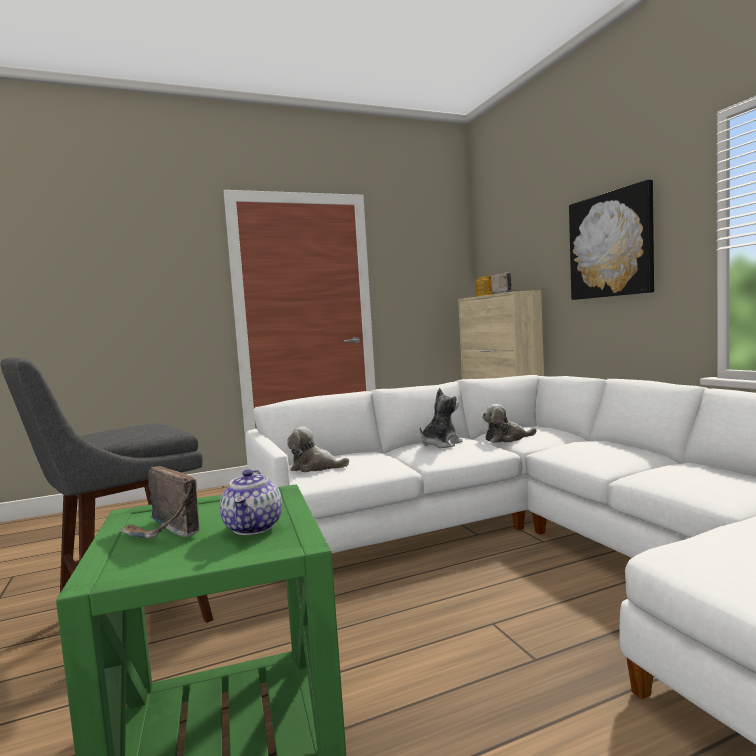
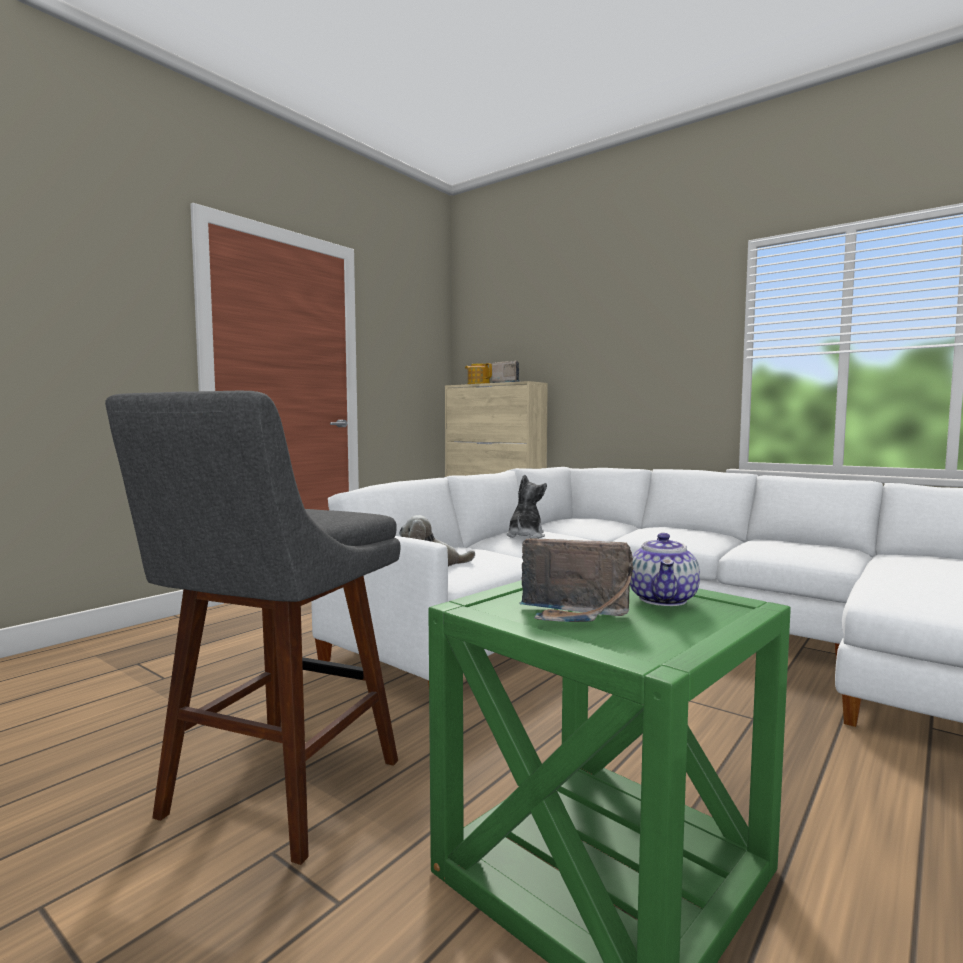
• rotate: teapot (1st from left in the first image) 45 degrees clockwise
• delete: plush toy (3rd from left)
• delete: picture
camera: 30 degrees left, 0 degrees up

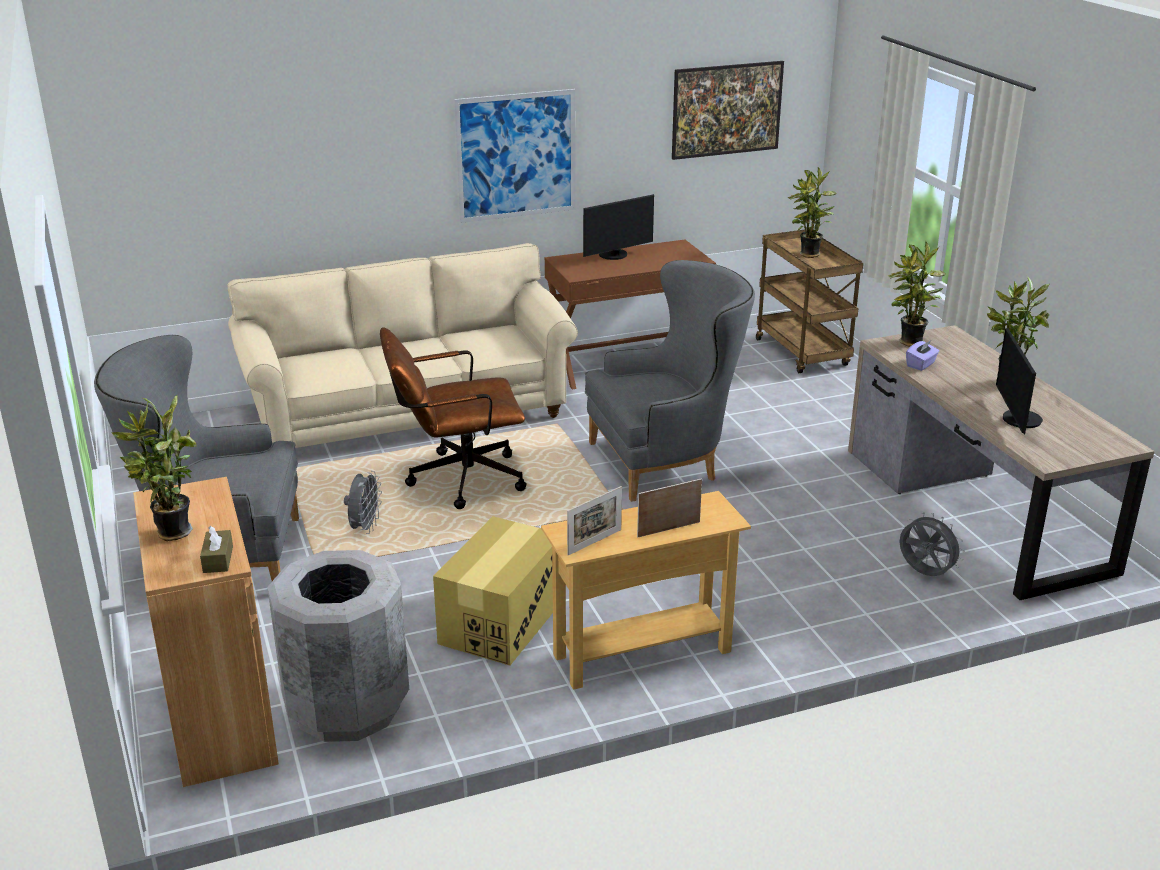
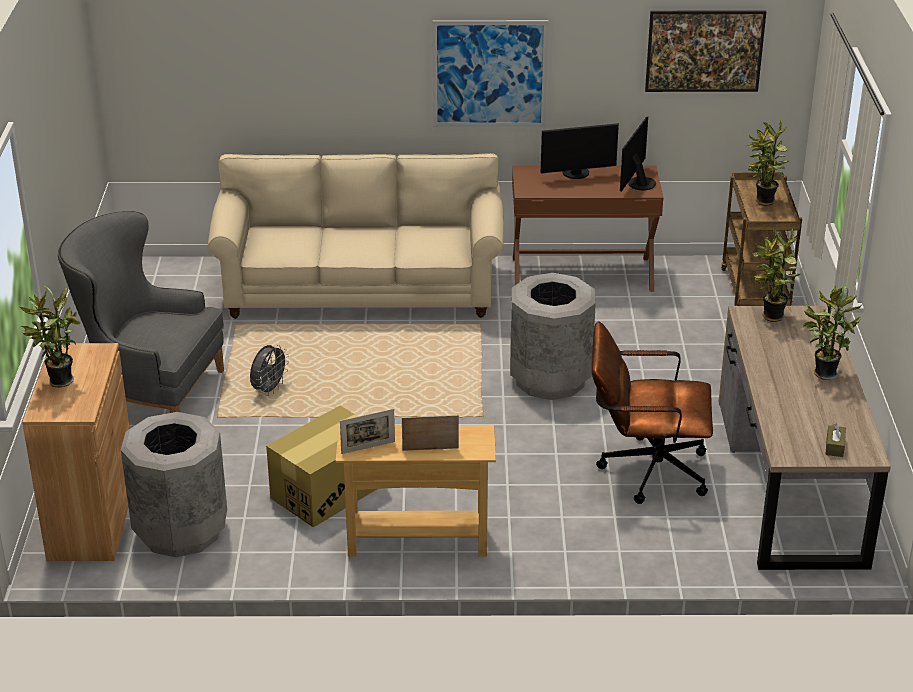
• move: brown tissue box
• move: brown office chair
• replace: grey armchair (2nd from left) to grey trash can (2nd from left)
• delete: grey fan (2nd from left)
• delete: purple tissue box
• move: monitor (2nd from left)
camera: 20 degrees right, 5 degrees up

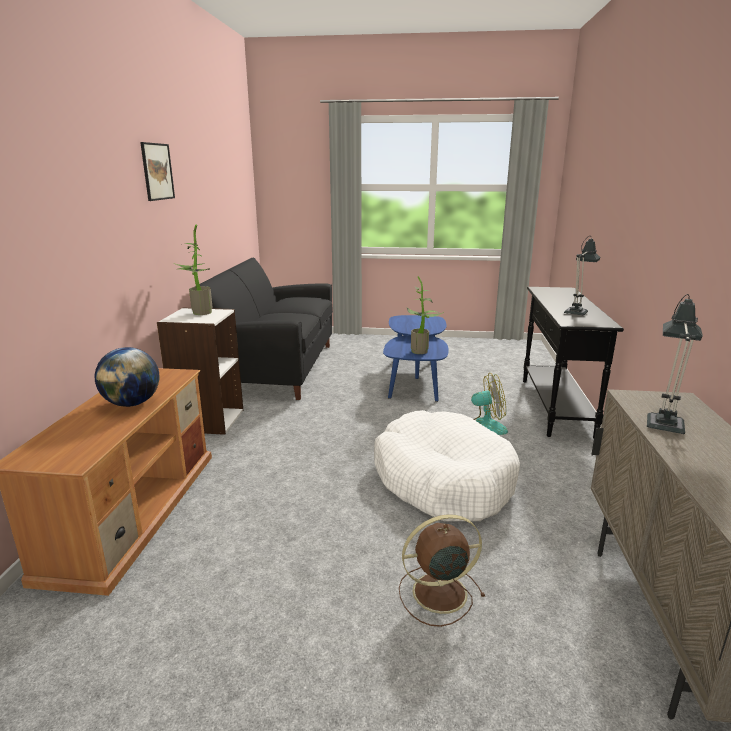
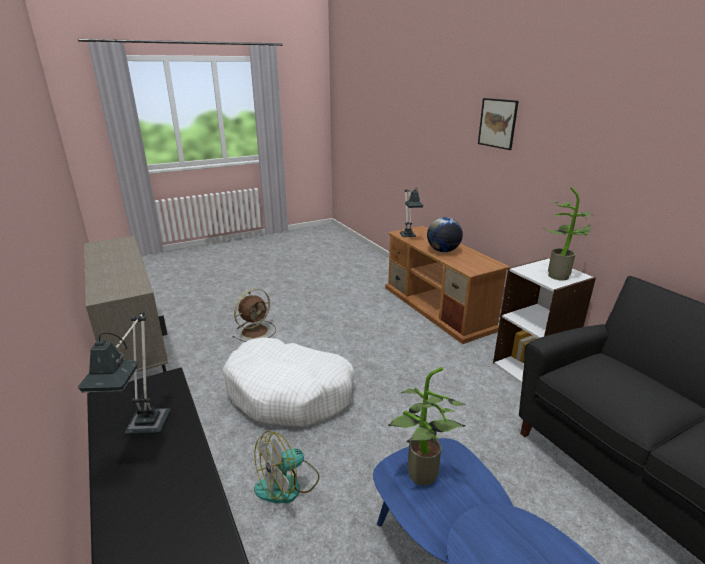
• move: picture
• move: table lamp (2nd from left)
camera: 145 degrees right, 5 degrees up

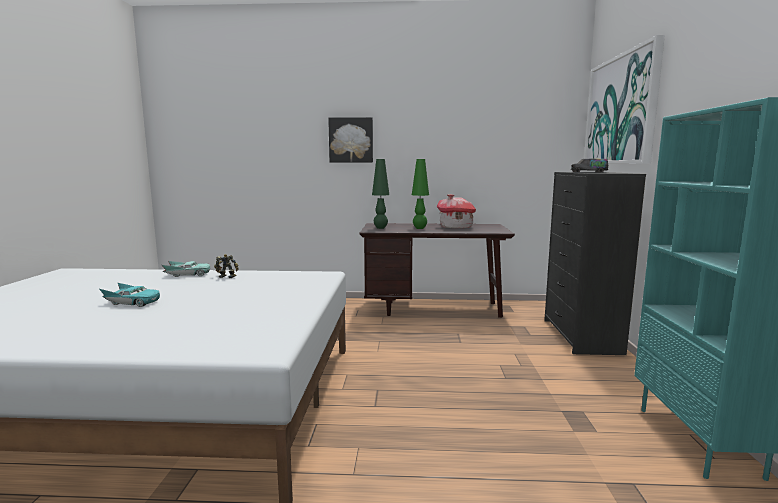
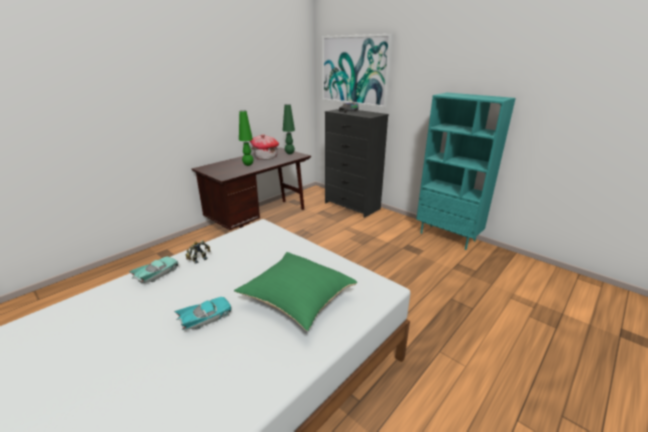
• delete: picture (1st from left)
• move: green table lamp (1st from left in the first image) to green table lamp (2nd from left)
• insert: green pillow
camera: 50 degrees left, 15 degrees up

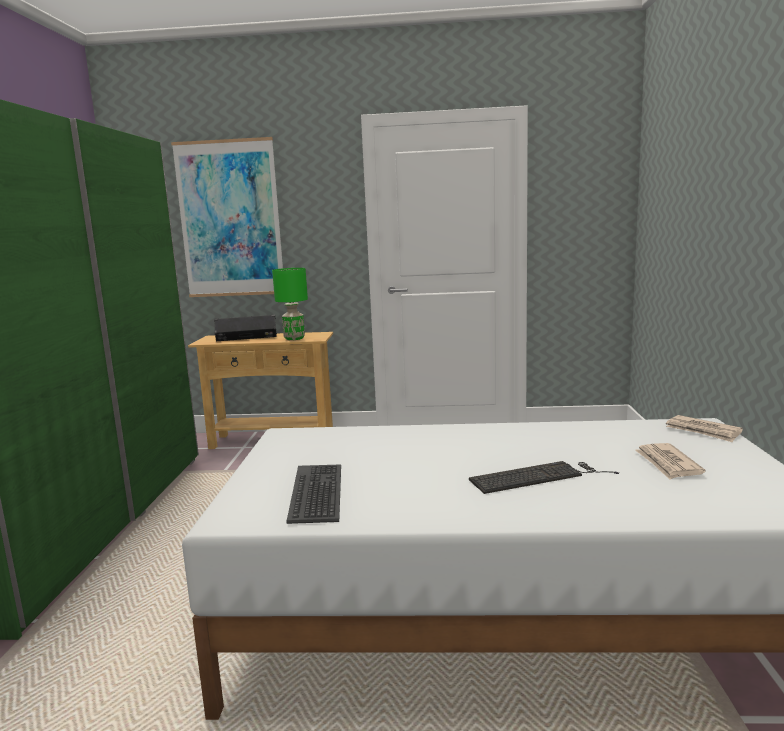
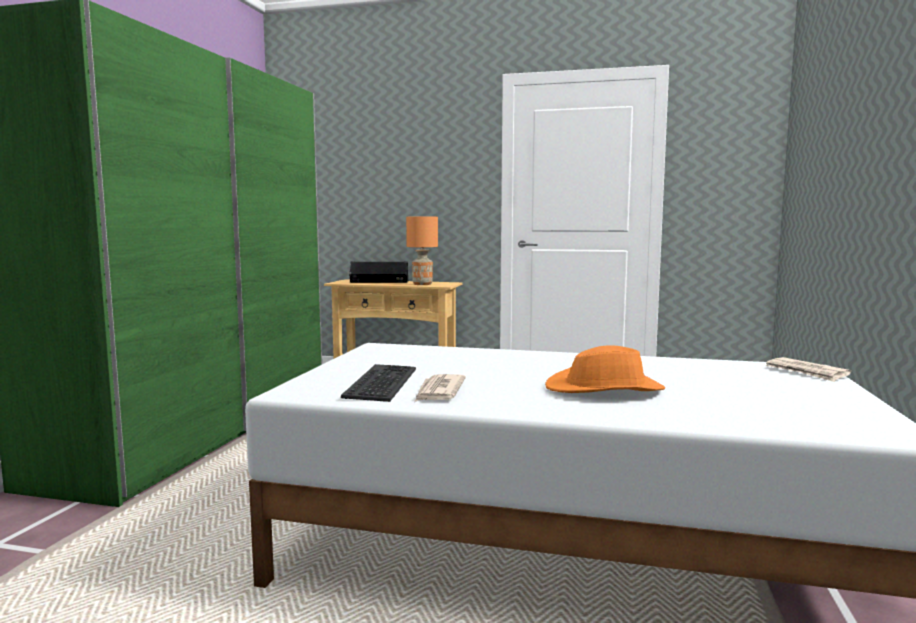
• delete: picture
• recolor: green table lamp to orange table lamp
• replace: keyboard (2nd from left) to orange hat
• move: newspaper (1st from left)
camera: 10 degrees right, 5 degrees down

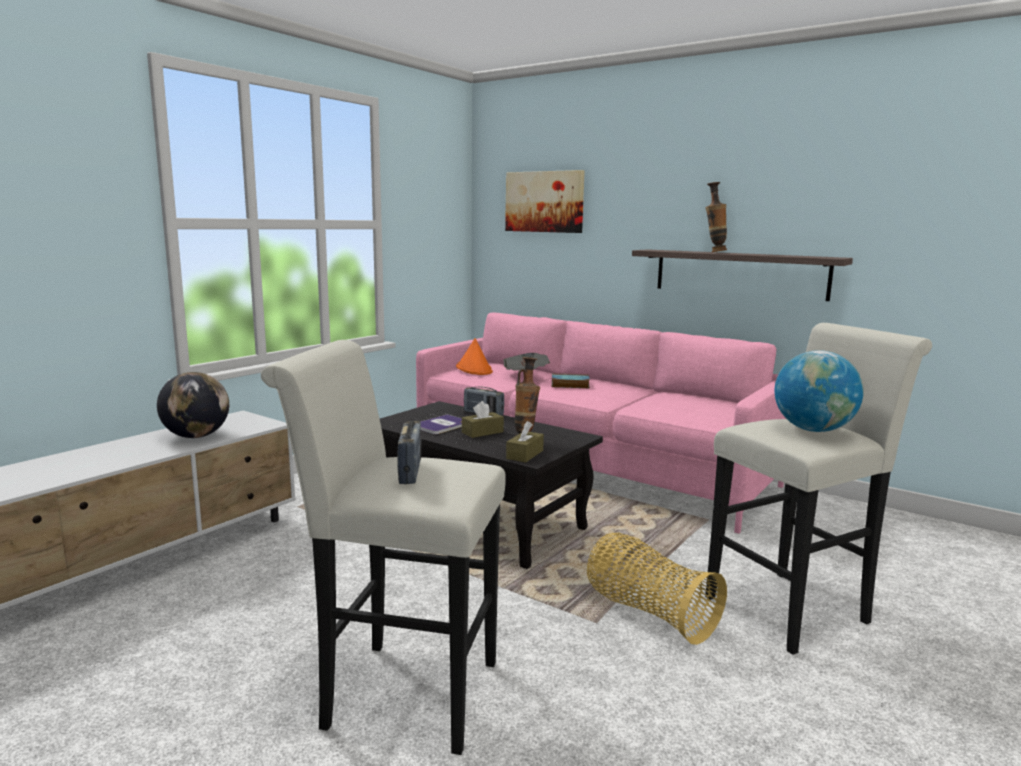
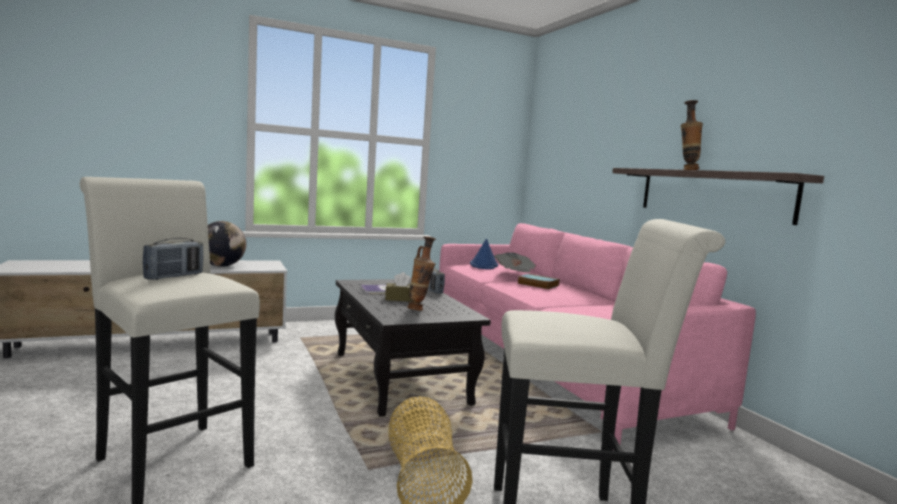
• recolor: orange hat to blue hat
• delete: picture
• delete: brown tissue box (2nd from left)
• delete: globe (2nd from left)
camera: 30 degrees right, 5 degrees down

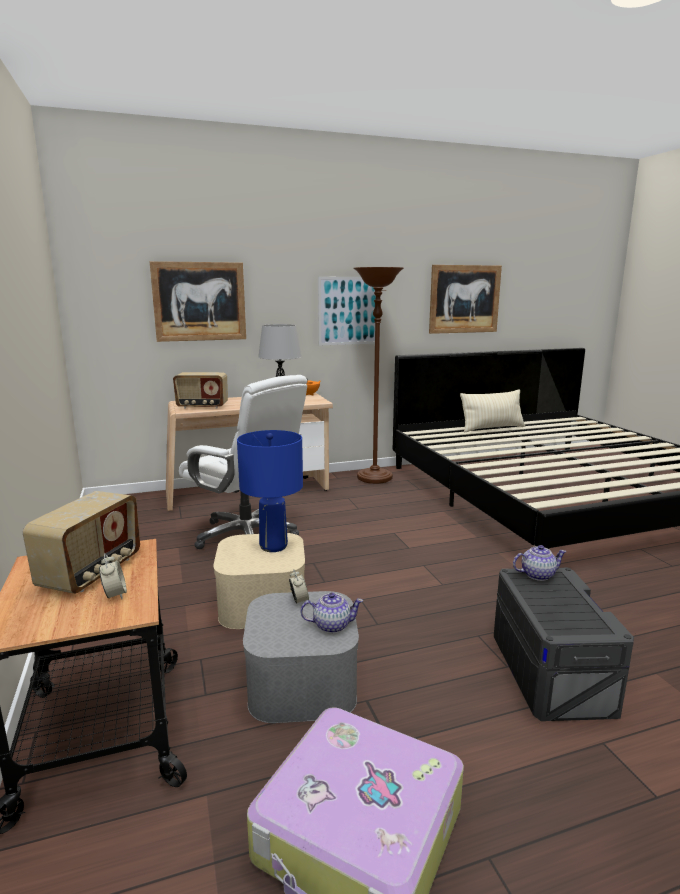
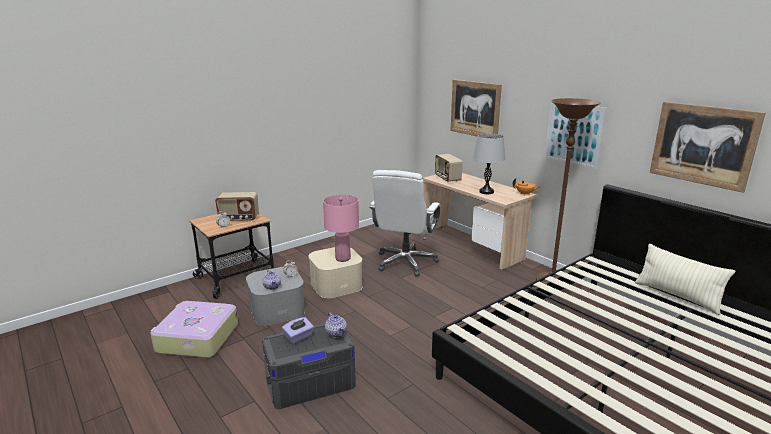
• recolor: blue table lamp to pink table lamp
• insert: purple tissue box
camera: 70 degrees right, 5 degrees up

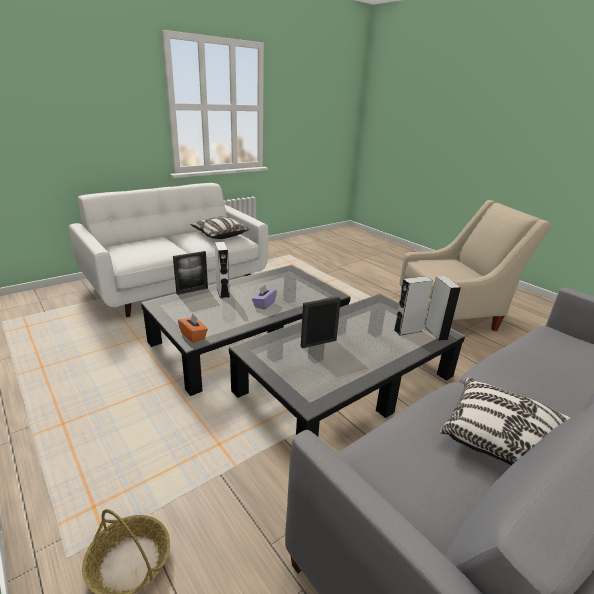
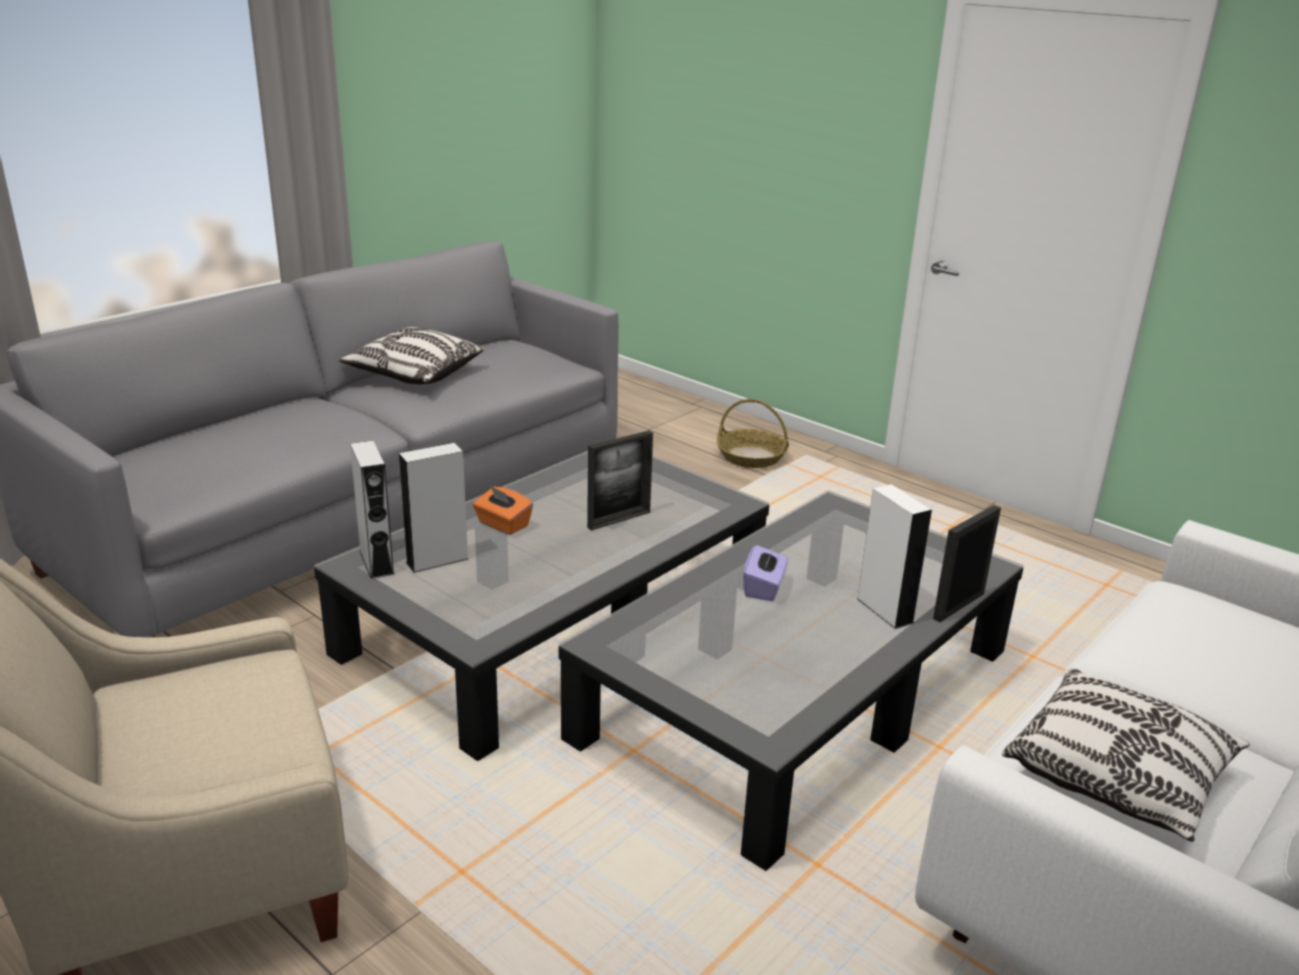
• move: orange tissue box
camera: 170 degrees right, 0 degrees up

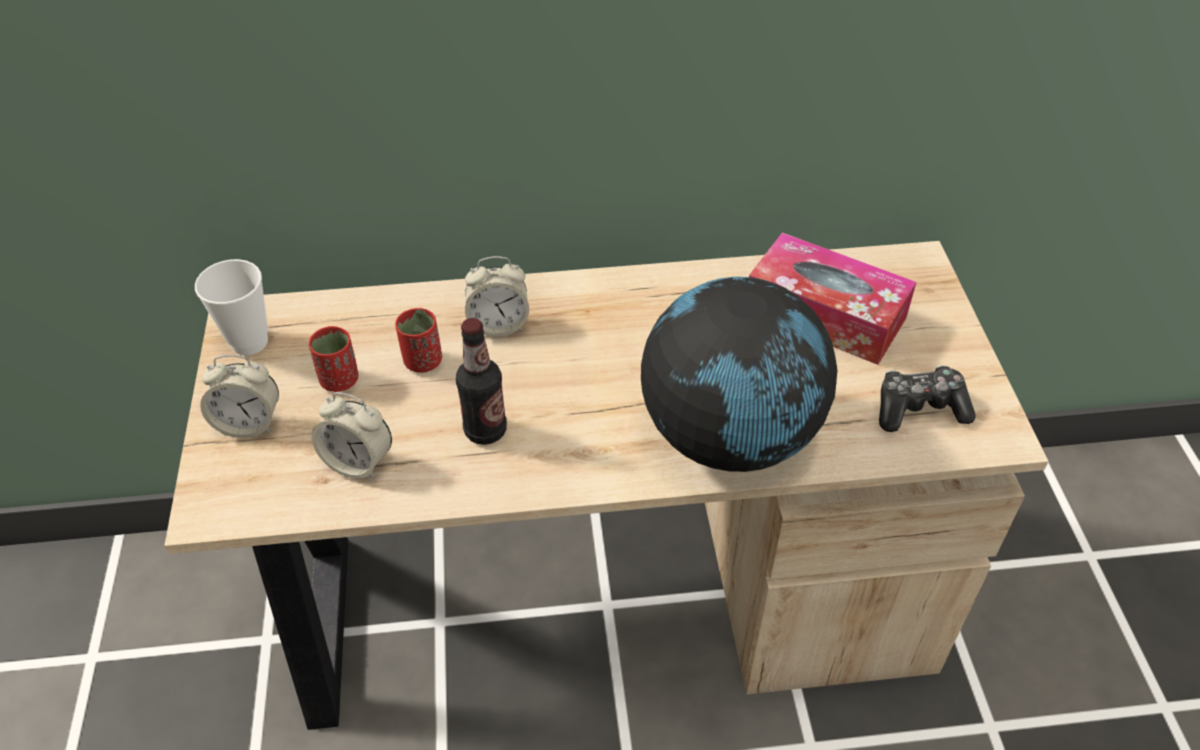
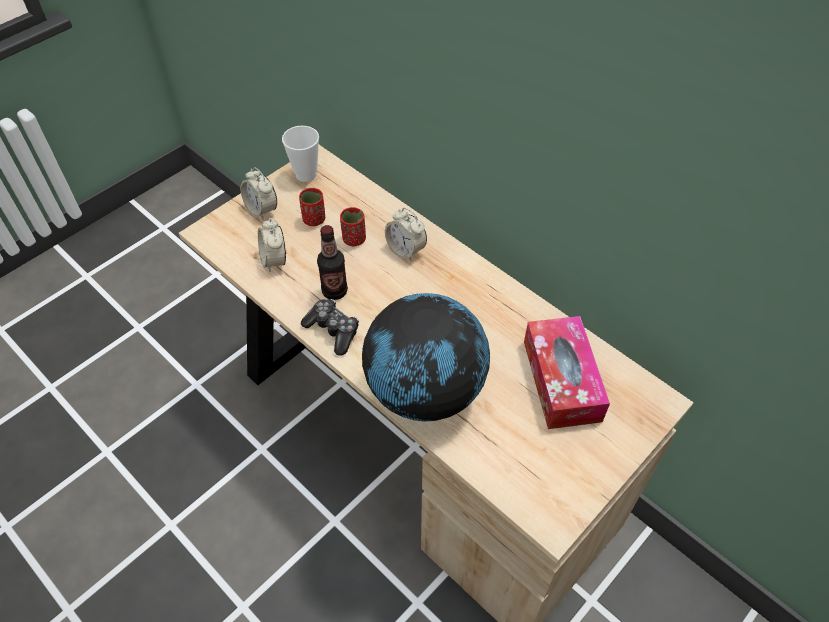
• move: game controller
camera: 50 degrees right, 5 degrees up

